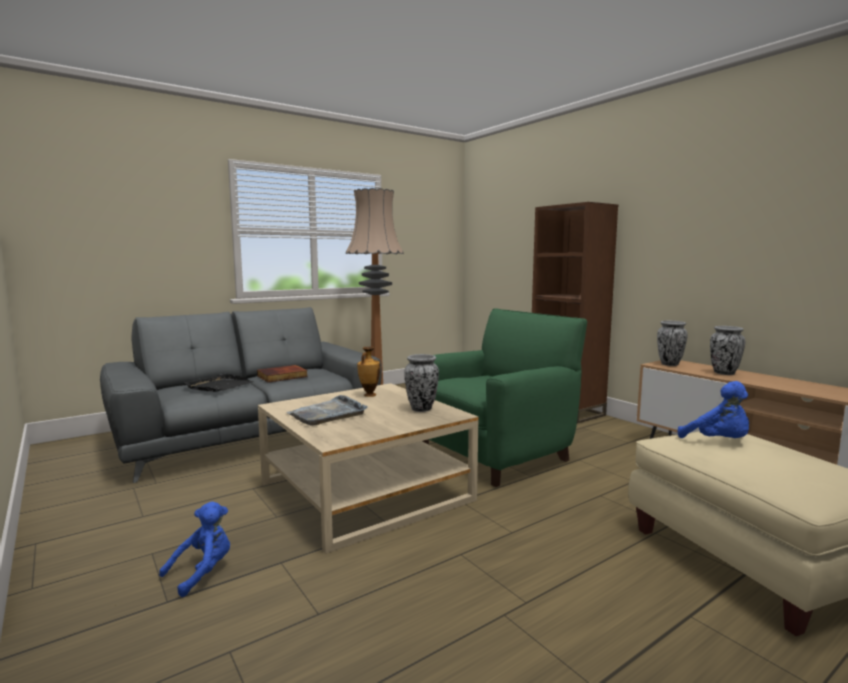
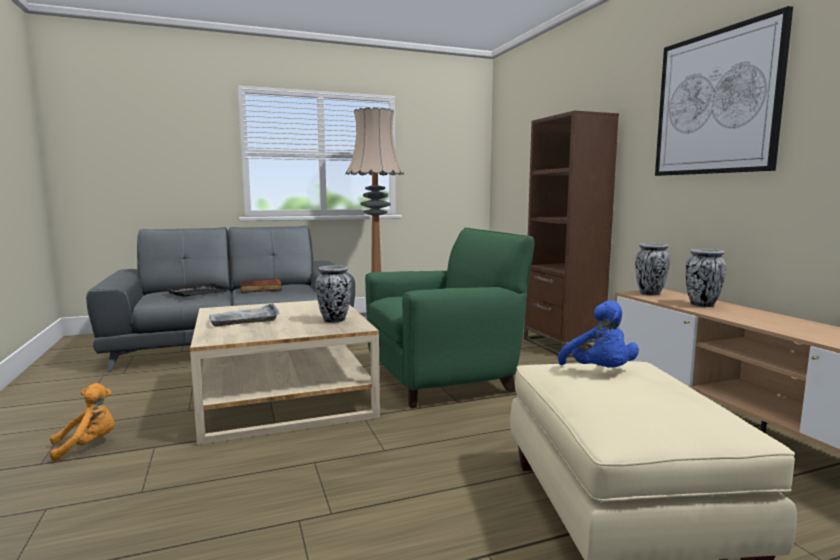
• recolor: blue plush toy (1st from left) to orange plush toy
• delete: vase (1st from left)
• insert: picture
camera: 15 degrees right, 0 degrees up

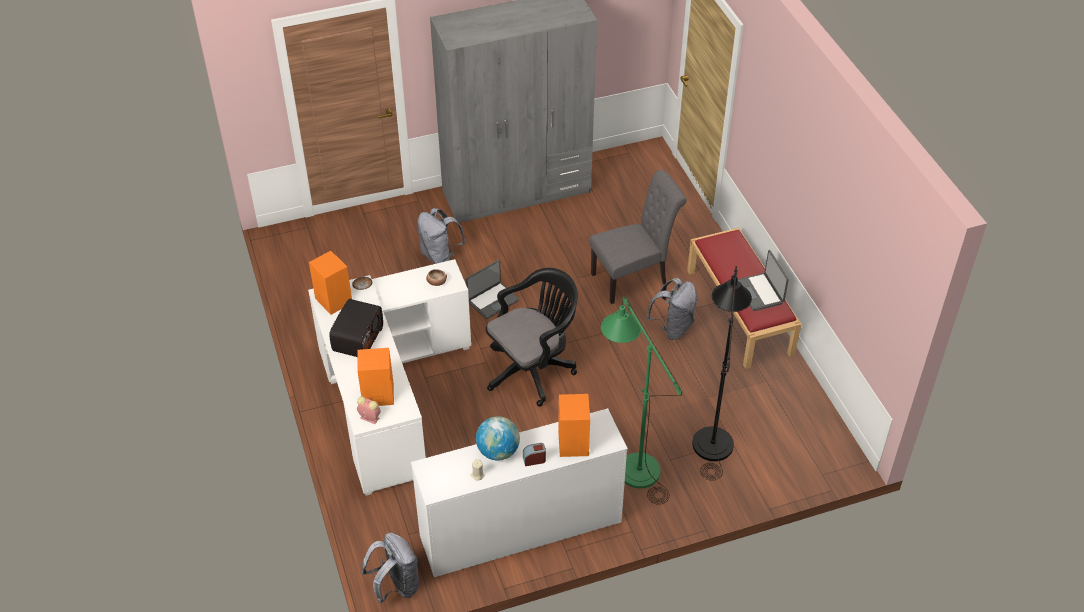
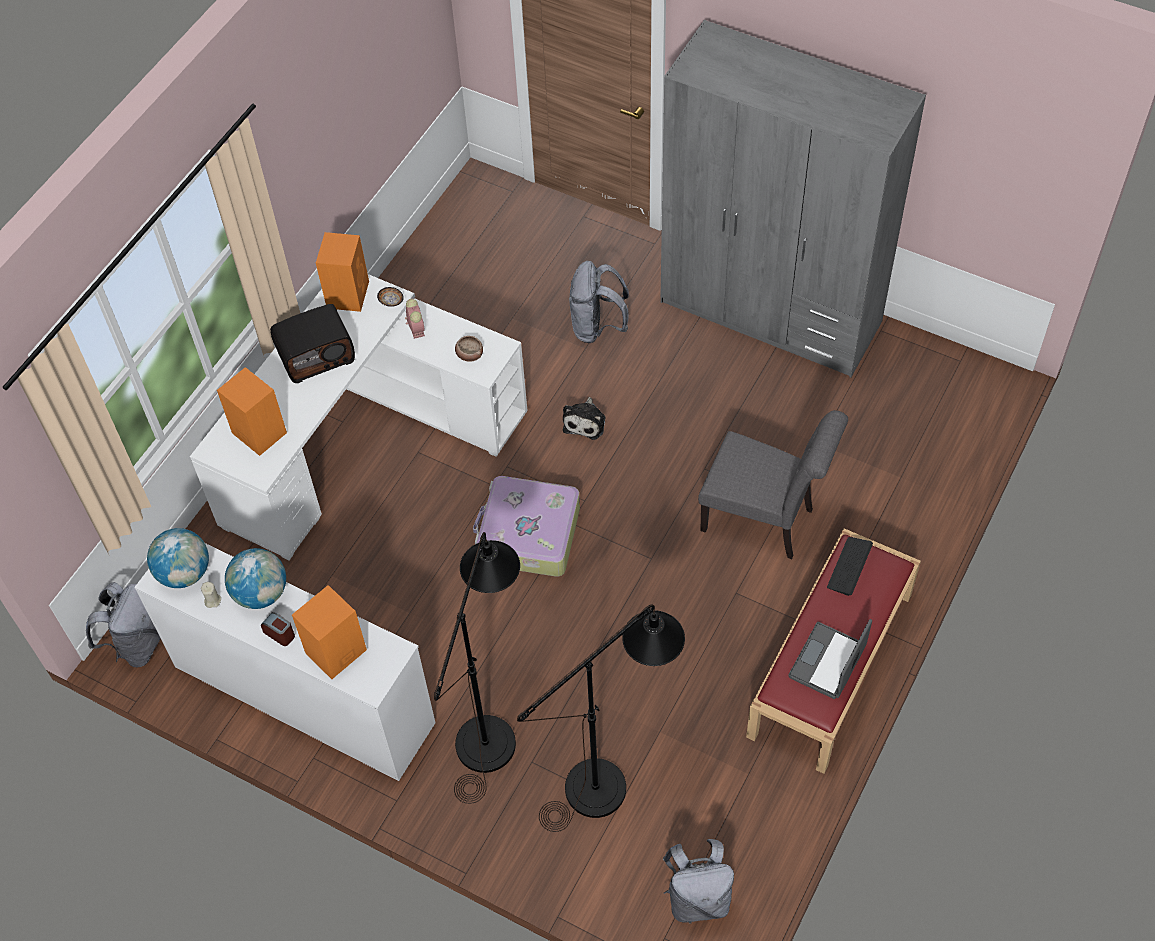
• move: alarm clock (1st from left in the first image) to alarm clock (2nd from left)
• replace: laptop (1st from left) to plush toy
• replace: black office chair to suitcase
• recolor: green floor lamp to black floor lamp (1st from left)
• move: grey backpack (3rd from left)
• insert: globe (1st from left)
• insert: keyboard
camera: 50 degrees right, 10 degrees up

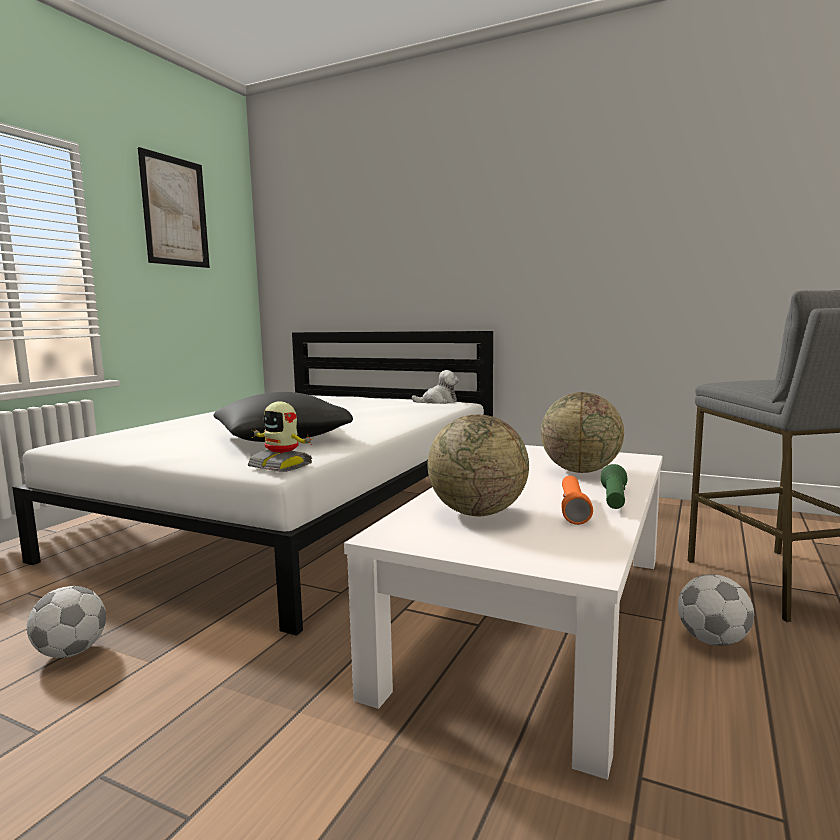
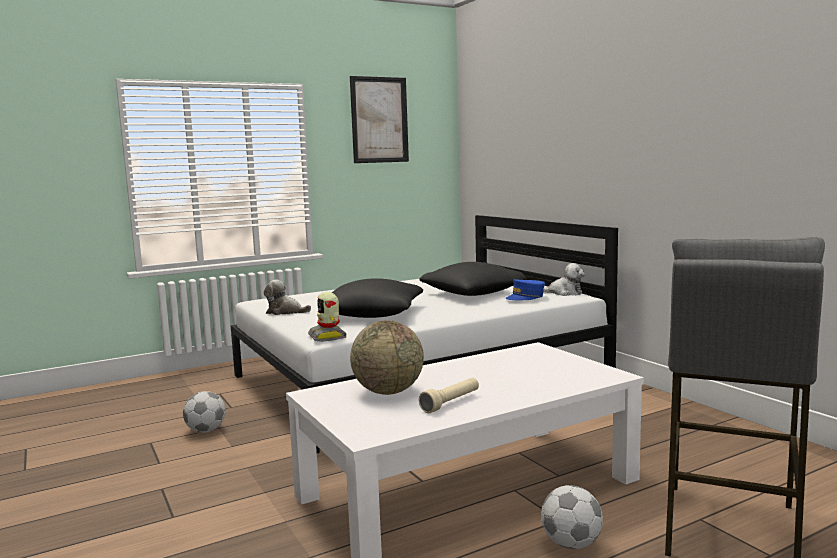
• delete: globe (2nd from left)
• recolor: orange flashlight to beige flashlight
• delete: green flashlight
• insert: plush toy (1st from left)
• insert: black pillow (2nd from left)
• insert: blue cap
camera: 35 degrees right, 0 degrees up

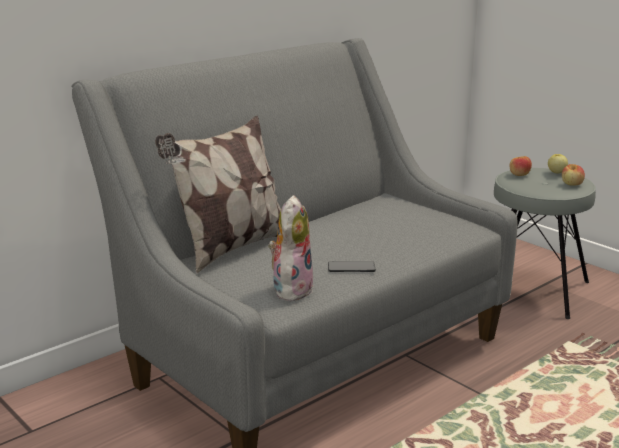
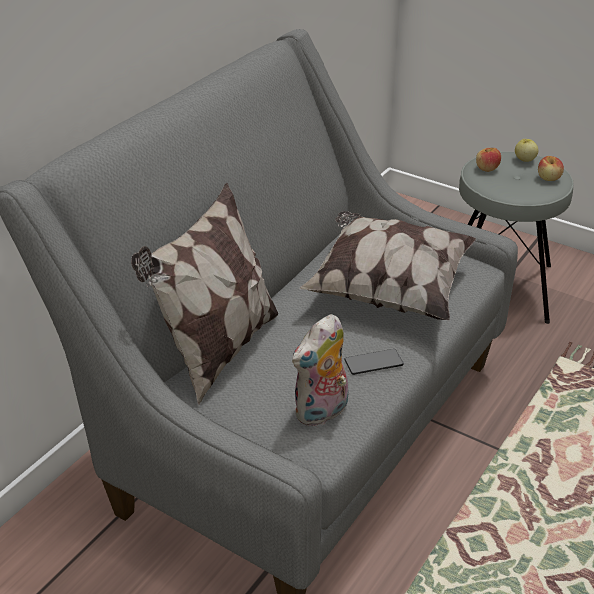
• rotate: plush toy 135 degrees counterclockwise
• insert: pillow (2nd from left)
camera: 15 degrees left, 15 degrees up

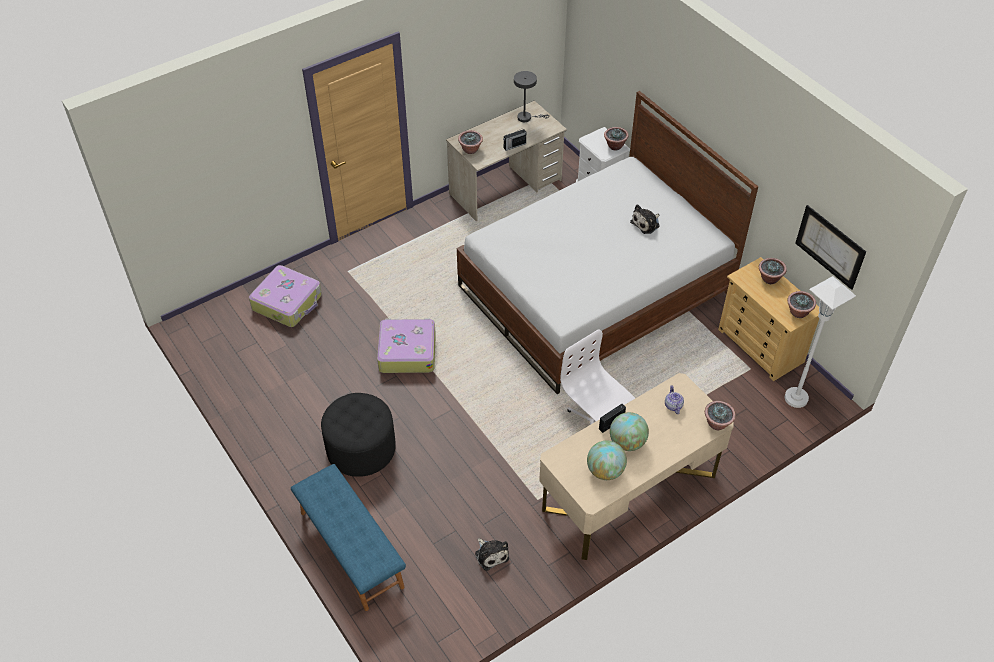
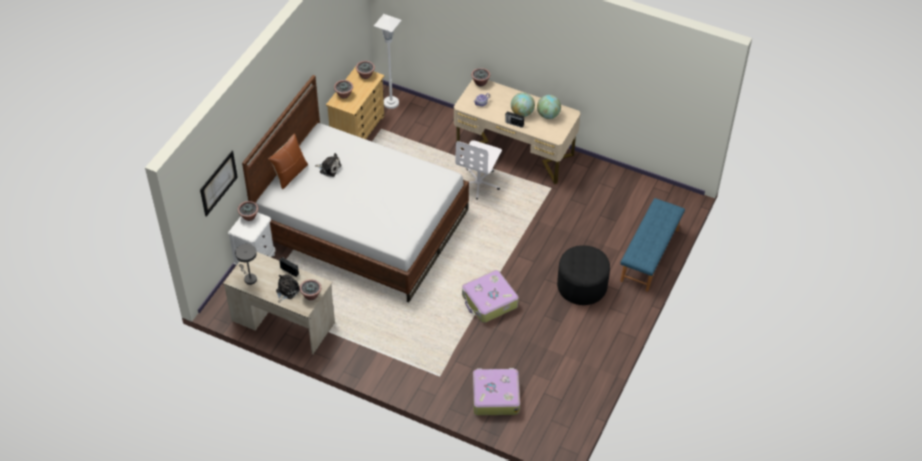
• move: plush toy (1st from left)
• move: picture
• insert: brown pillow
camera: 120 degrees left, 0 degrees up

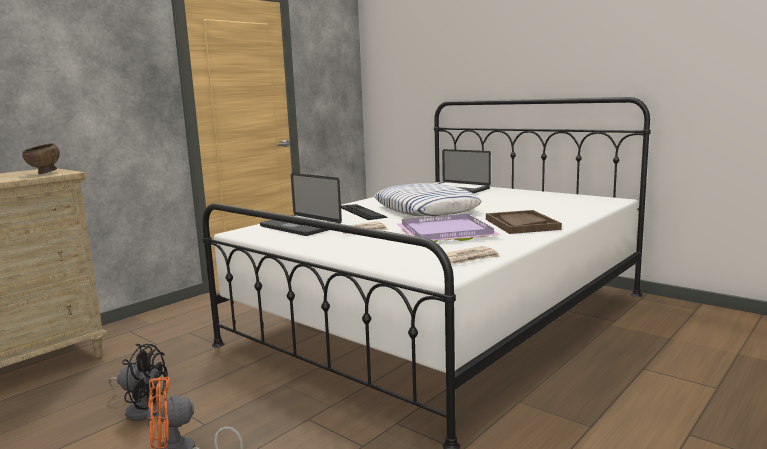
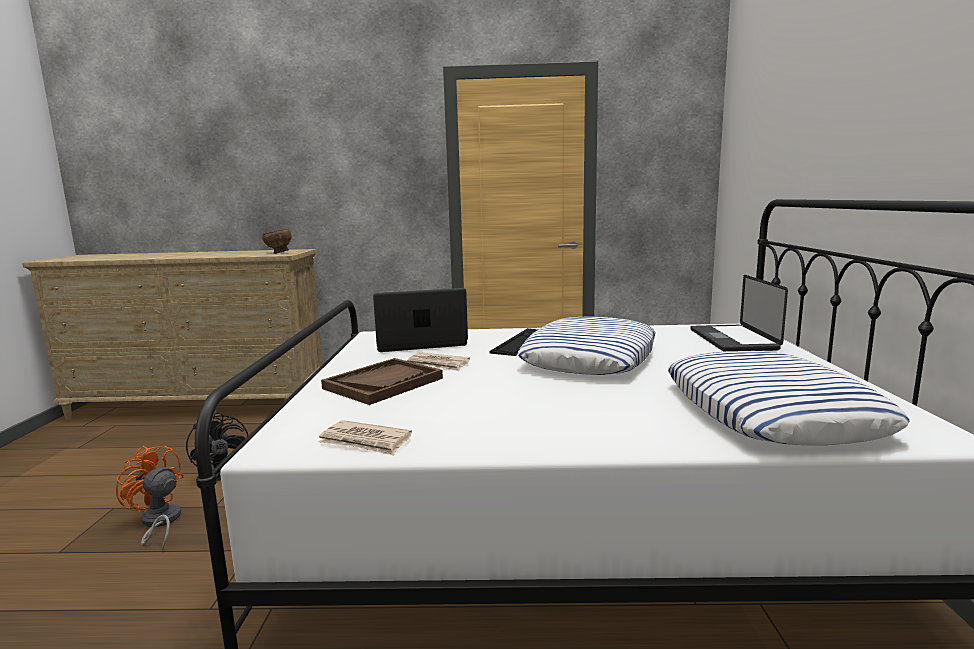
• rotate: laptop (1st from left) 75 degrees clockwise
• delete: purple tray
• move: brown tray
• insert: pillow (2nd from left)
camera: 50 degrees right, 0 degrees up

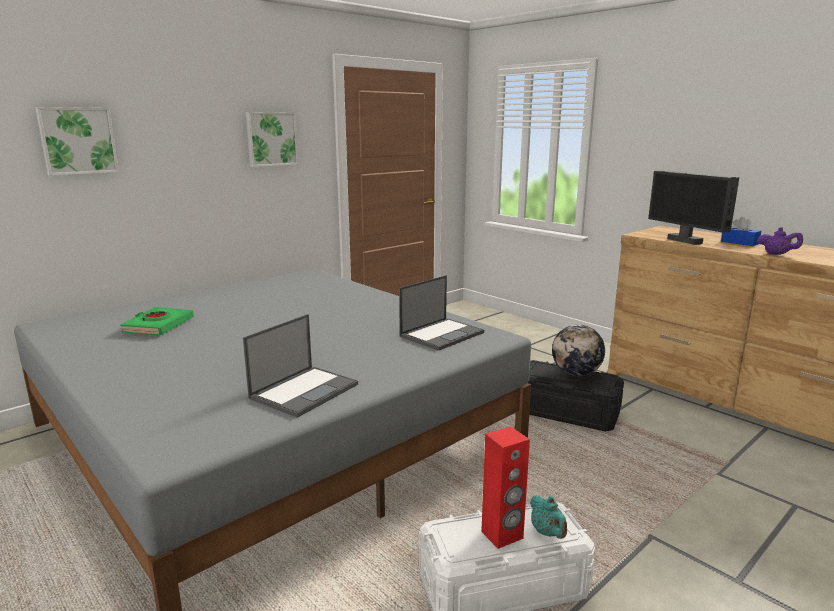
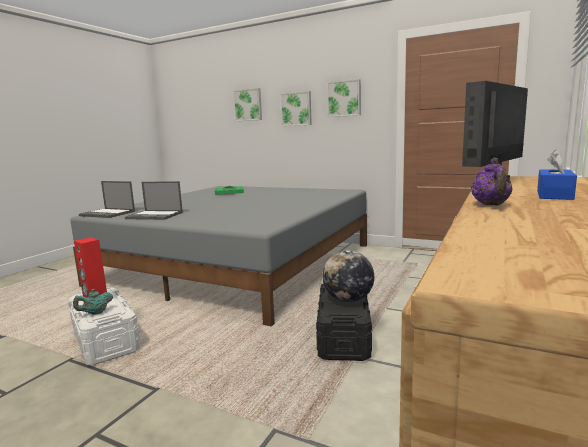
• move: laptop (2nd from left in the first image) to laptop (1st from left)
• insert: picture (2nd from left)
camera: 70 degrees right, 5 degrees down

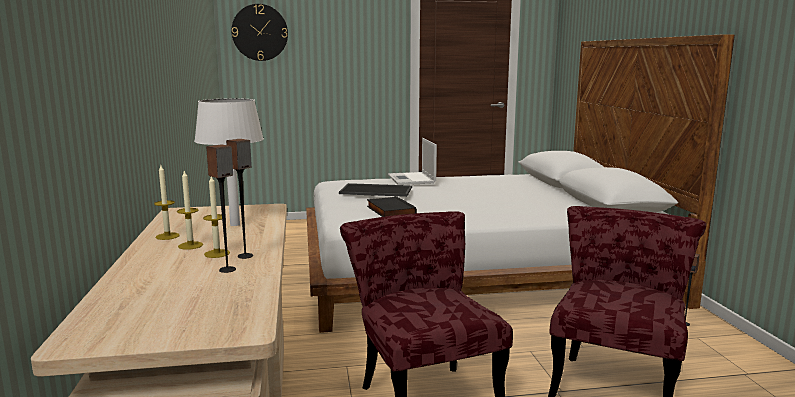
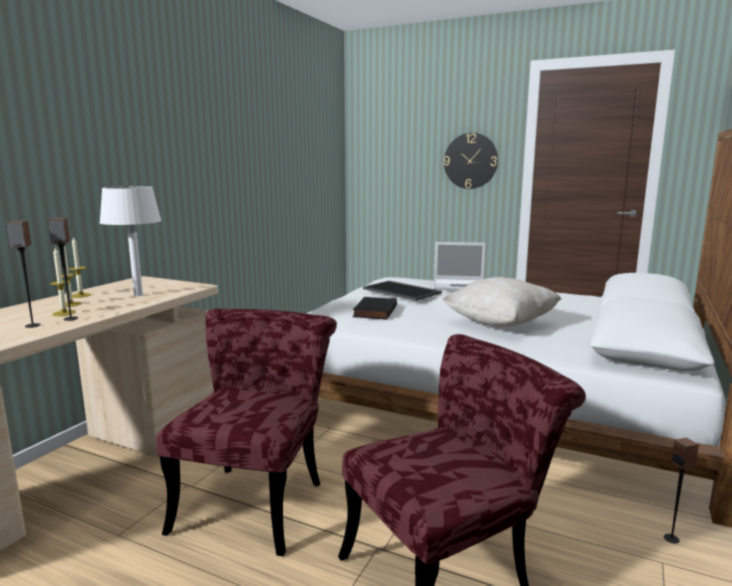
• move: wall clock
• rotate: laptop 105 degrees counterclockwise
• insert: beige pillow
camera: 35 degrees right, 0 degrees up

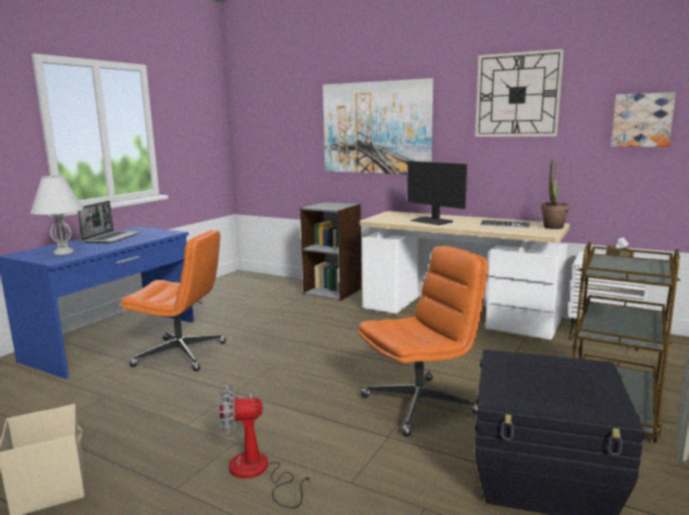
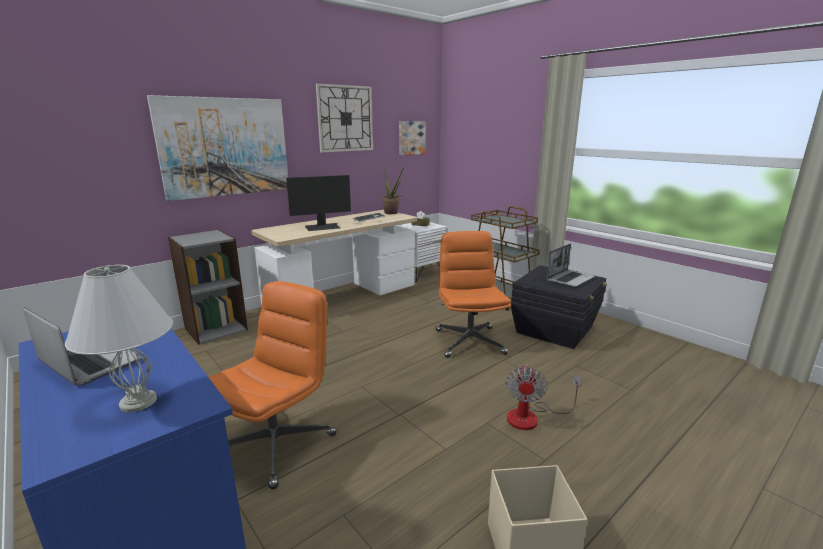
• insert: laptop (2nd from left)
camera: 70 degrees left, 5 degrees up

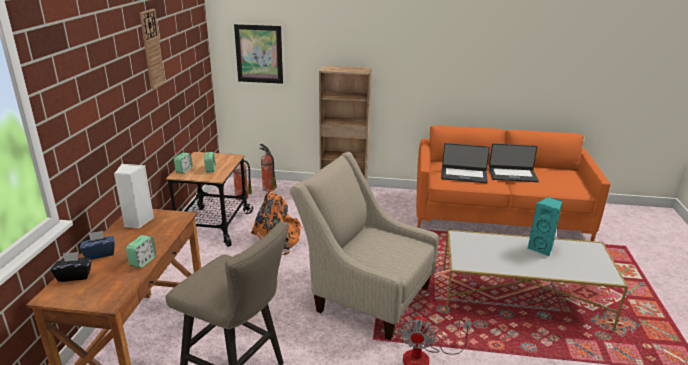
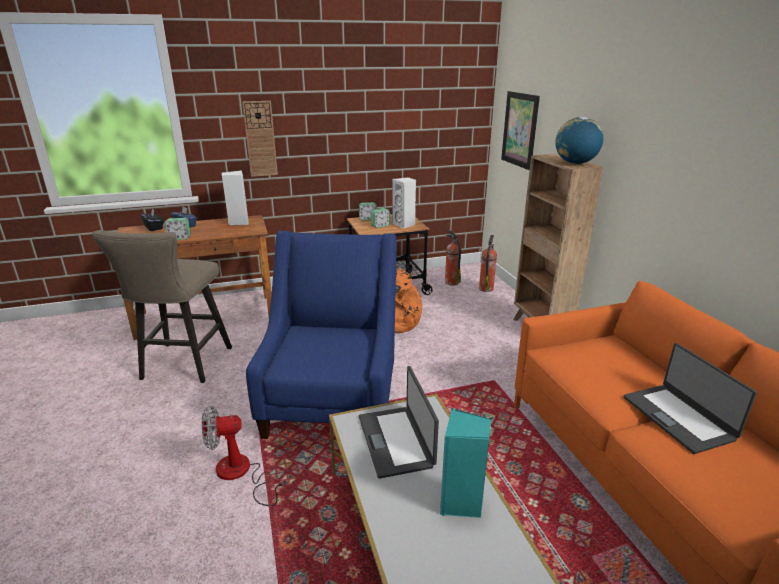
• move: wall clock
• recolor: beige armchair to blue armchair
• move: laptop (1st from left)
• insert: white speaker (2nd from left)
• insert: globe
camera: 65 degrees right, 0 degrees up

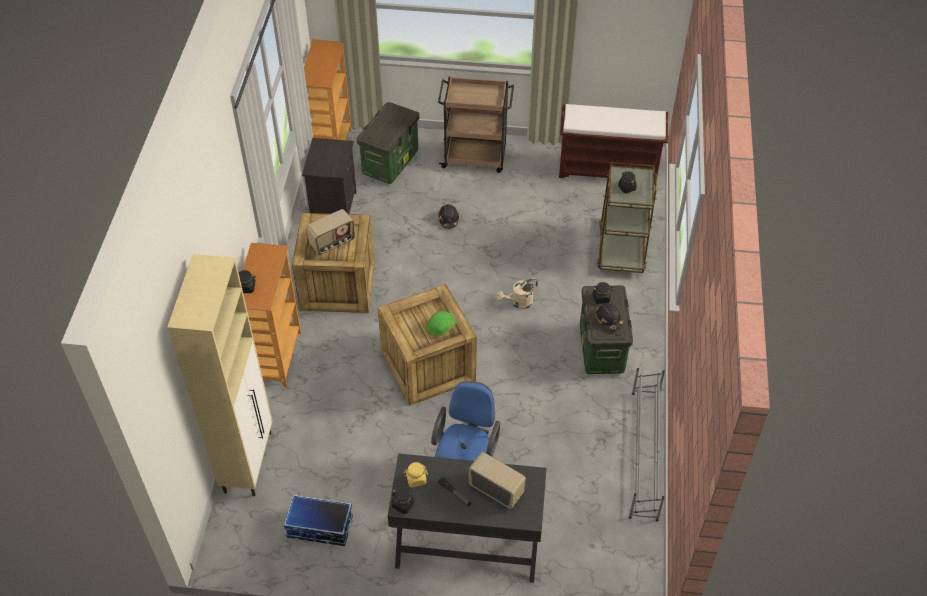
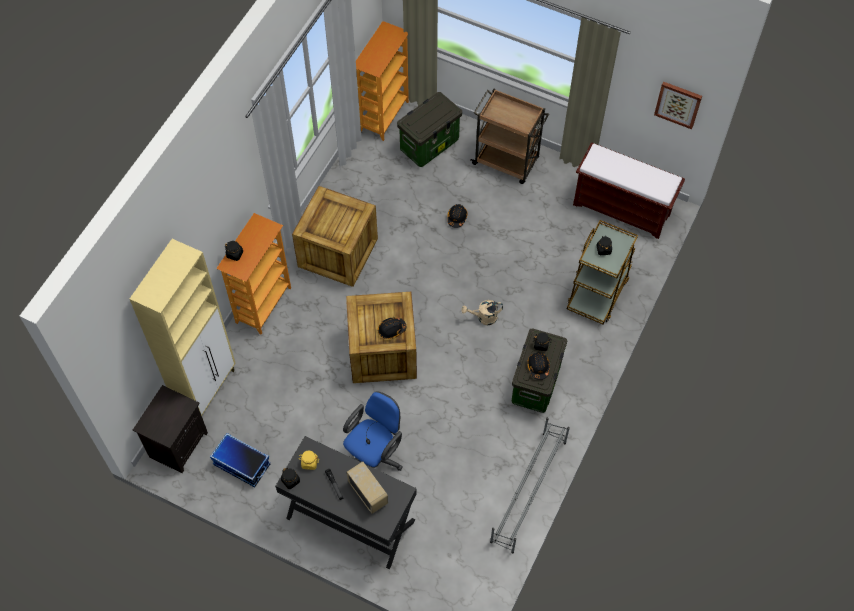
• move: black nightstand
• delete: radio (1st from left)
• recolor: green hard hat to black hard hat (1st from left)
• insert: picture
camera: 20 degrees right, 10 degrees up

